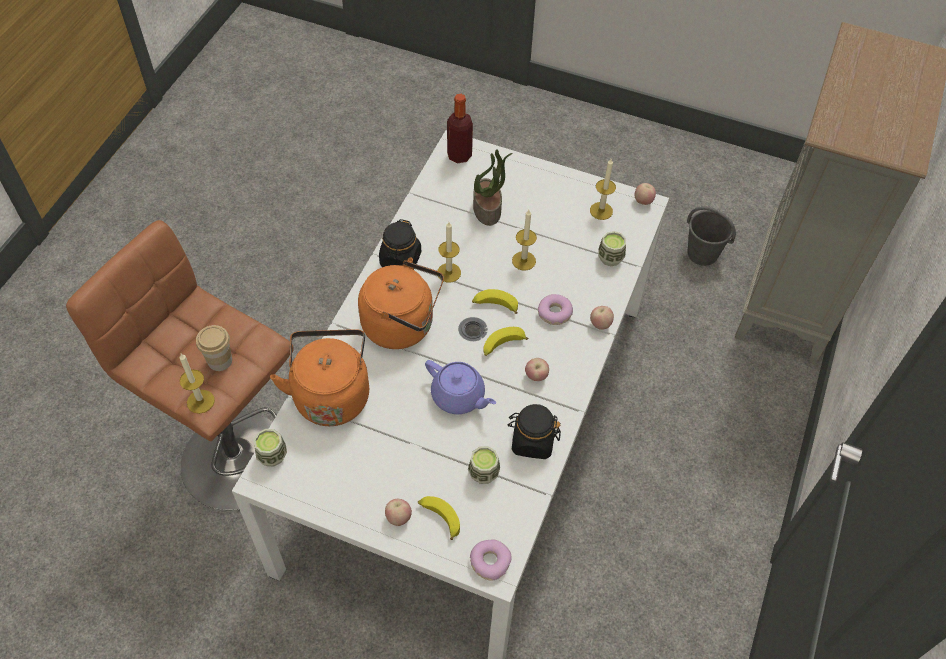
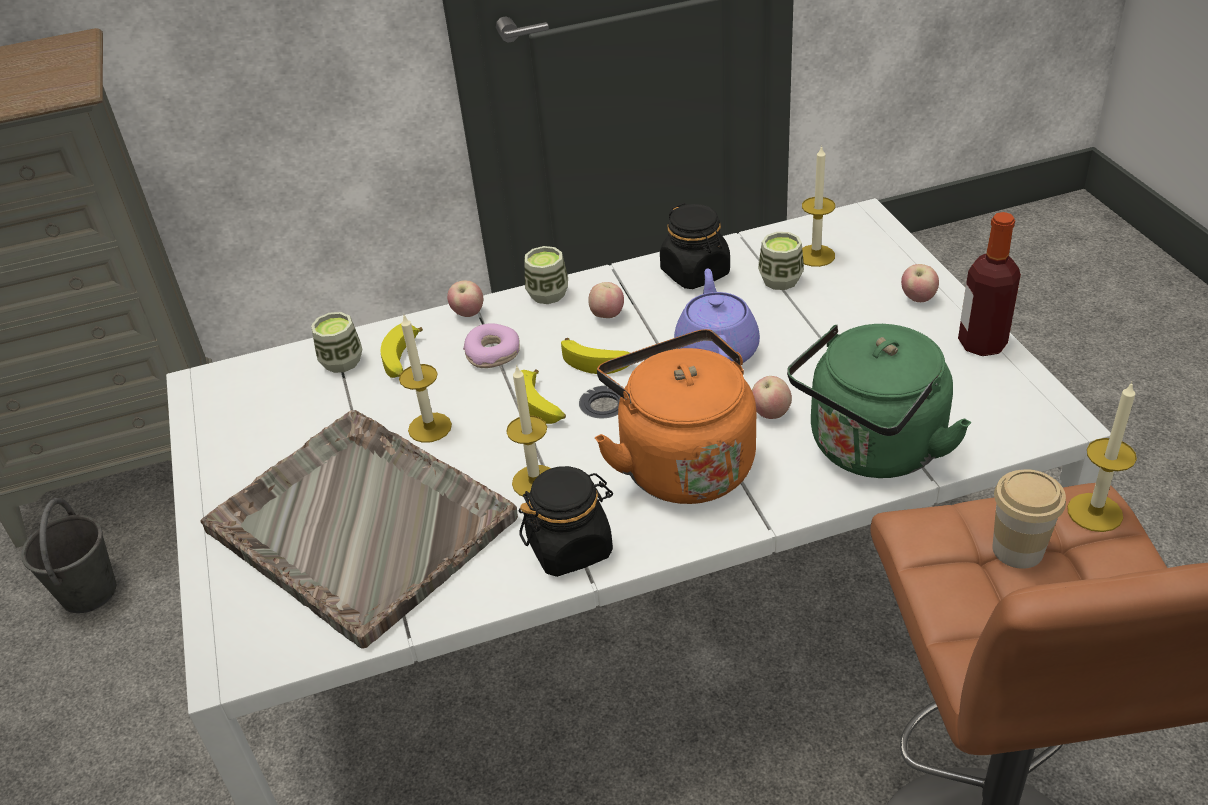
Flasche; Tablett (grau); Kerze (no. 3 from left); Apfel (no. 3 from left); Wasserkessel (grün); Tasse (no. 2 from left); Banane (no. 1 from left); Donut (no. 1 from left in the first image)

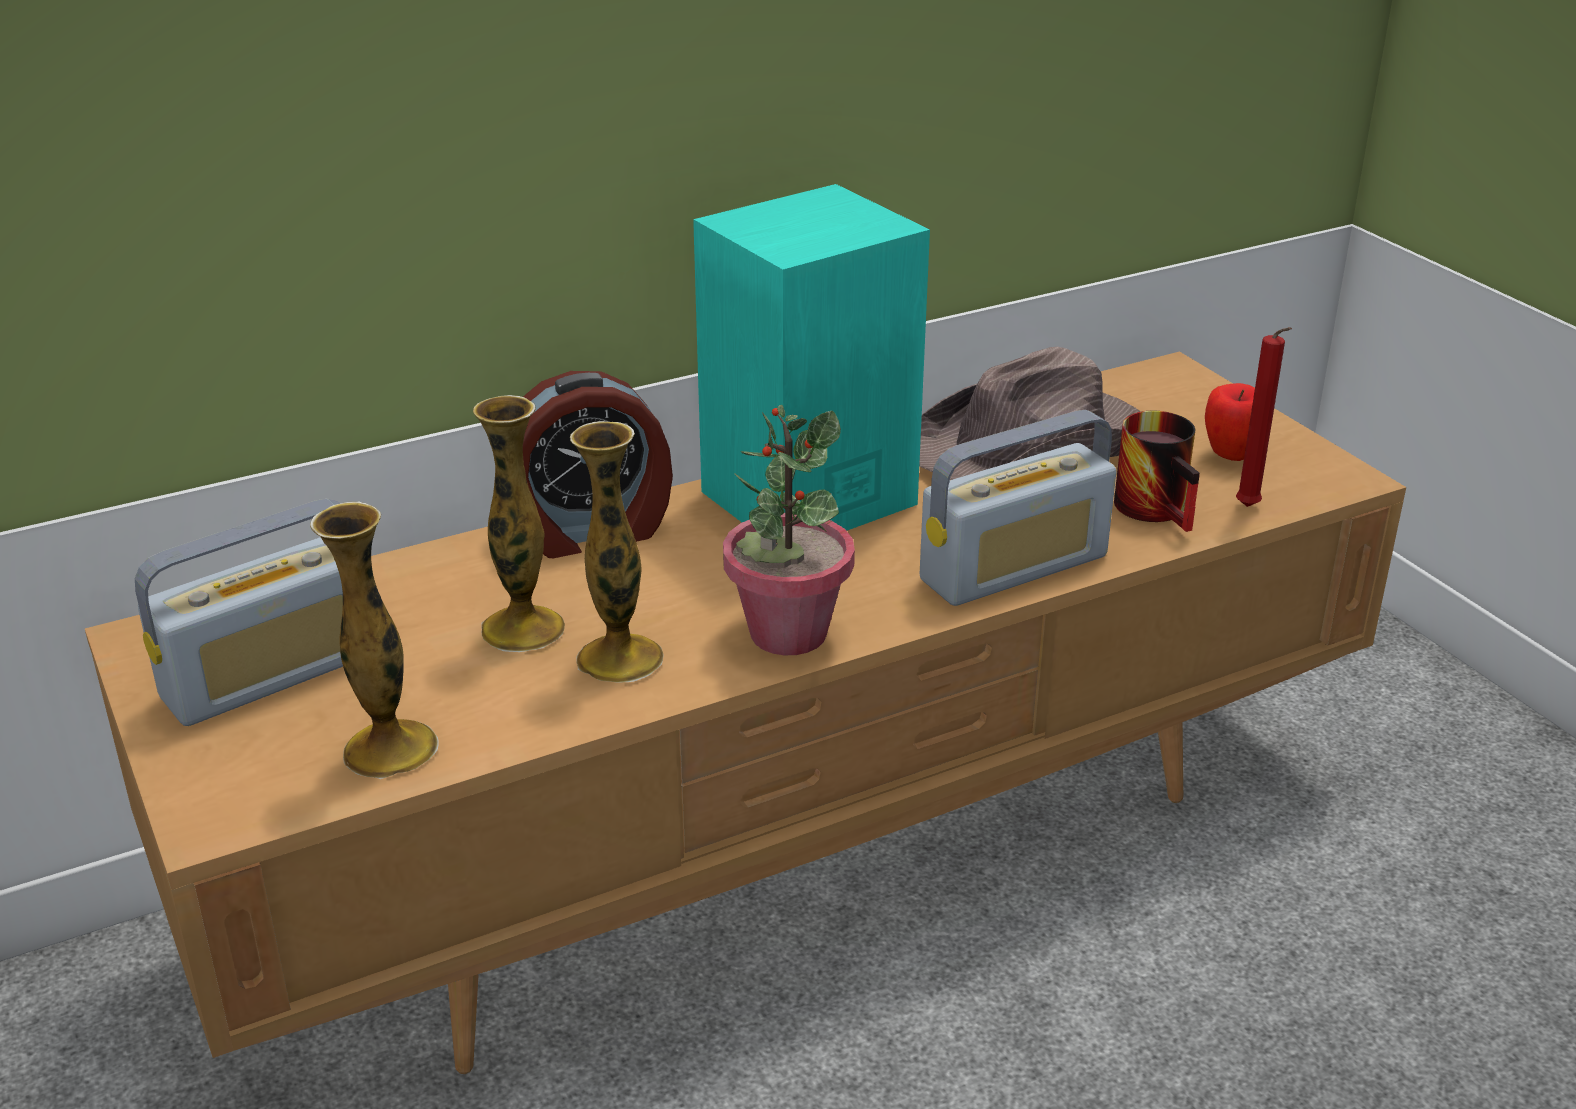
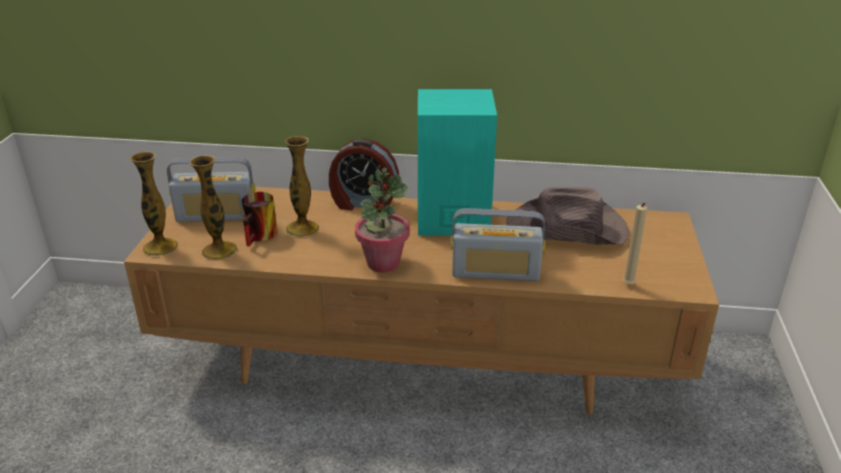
Kerze (beige); Apfel; Henkelbecher; Vase (no. 1 from left)

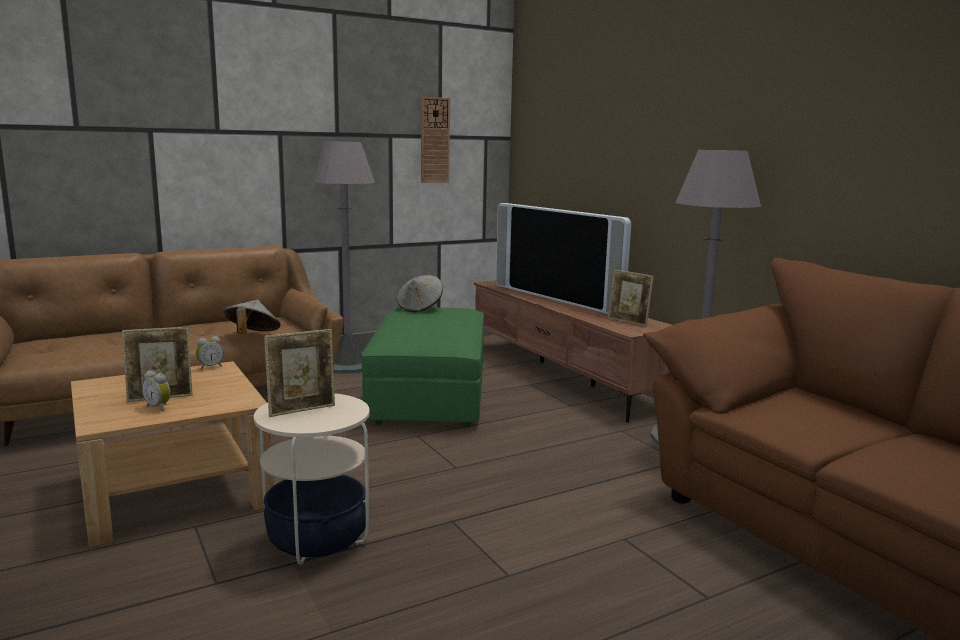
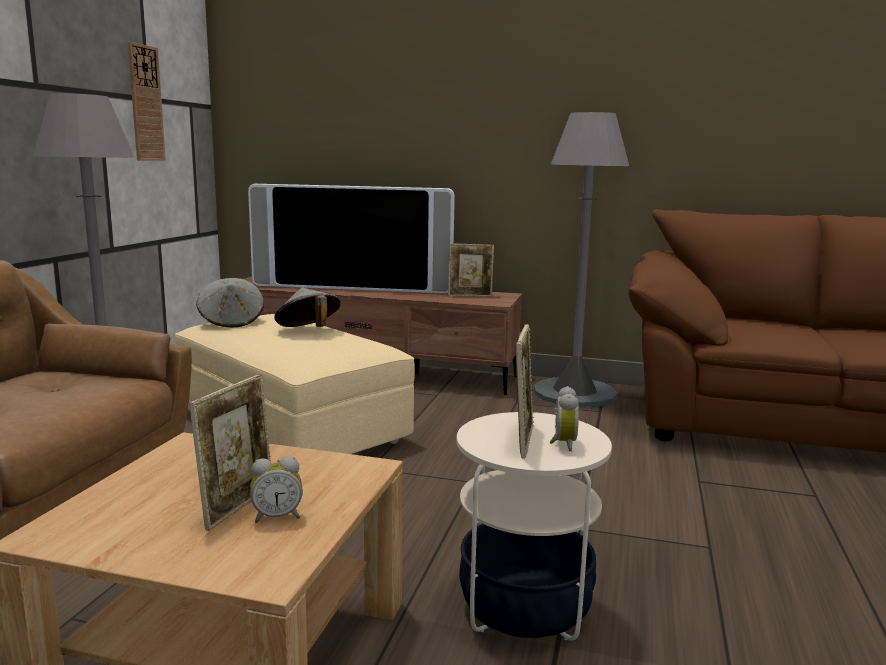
Hut (grau) (no. 2 from left); Polsterhocker (beige); Wecker (no. 2 from left)

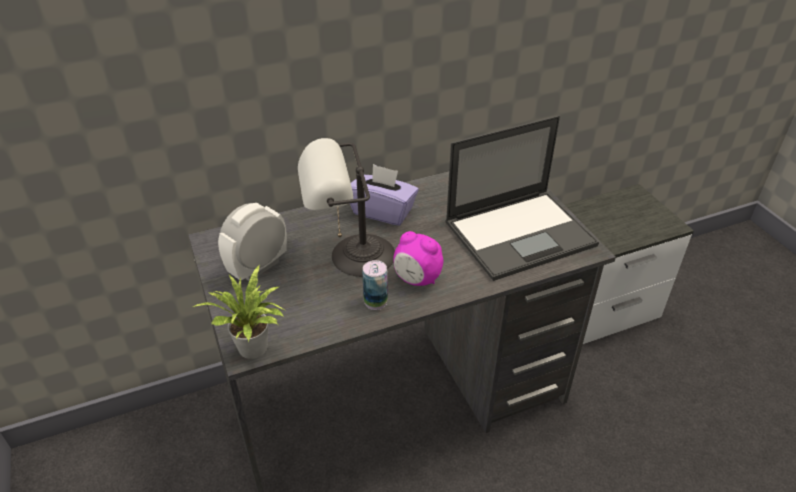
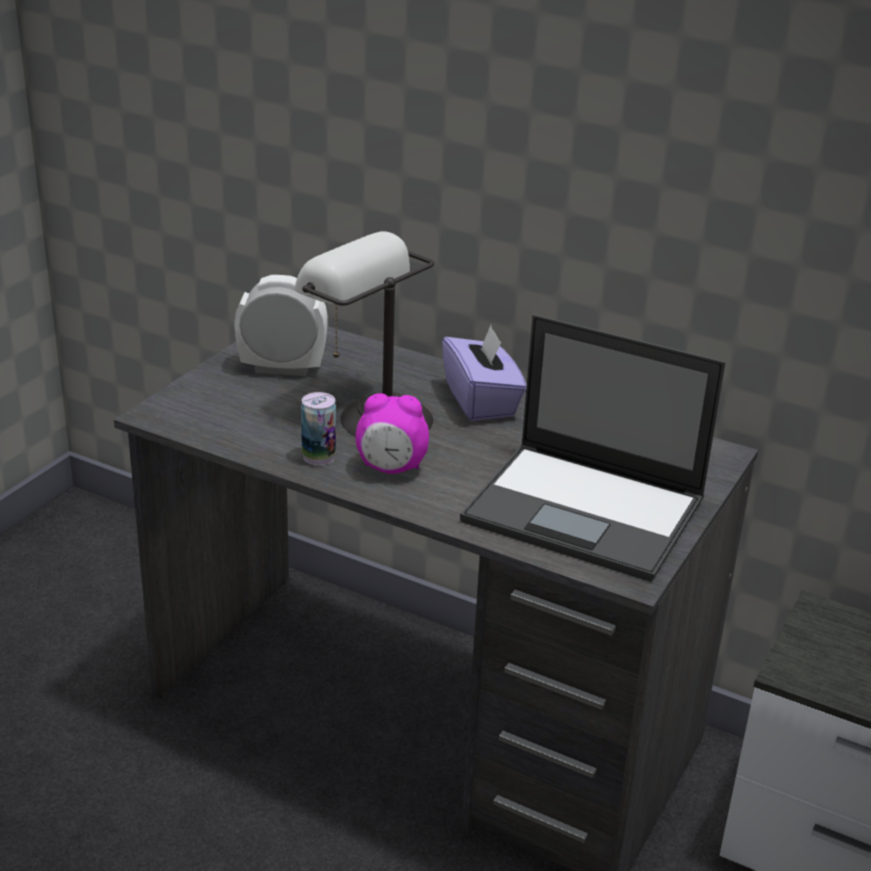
Wecker (no. 2 from left); Topfpflanze

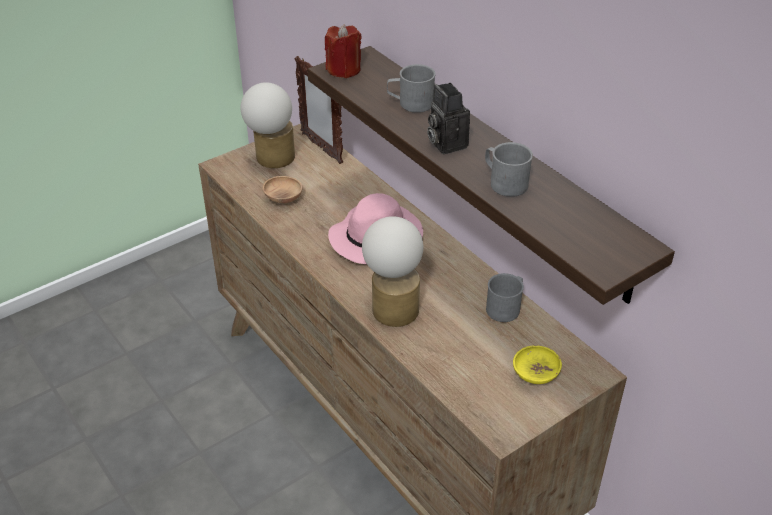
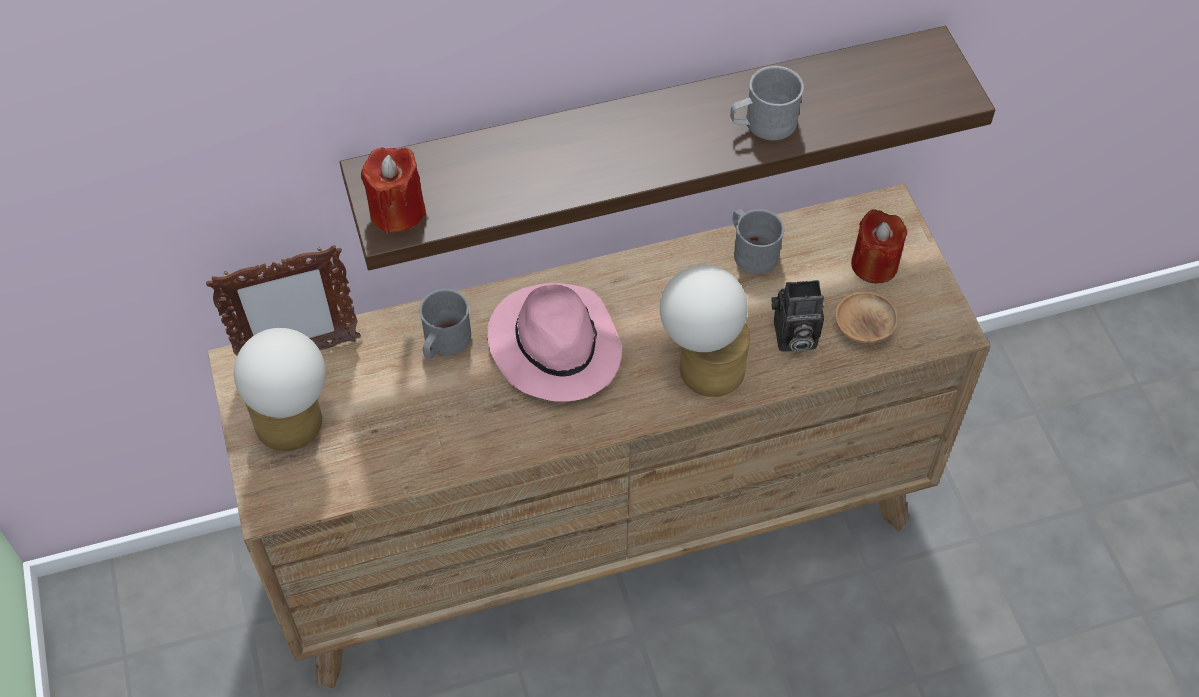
Henkelbecher (grau) (no. 1 from left); Kamera; Schüssel (braun); Kerze (rot) (no. 2 from left)

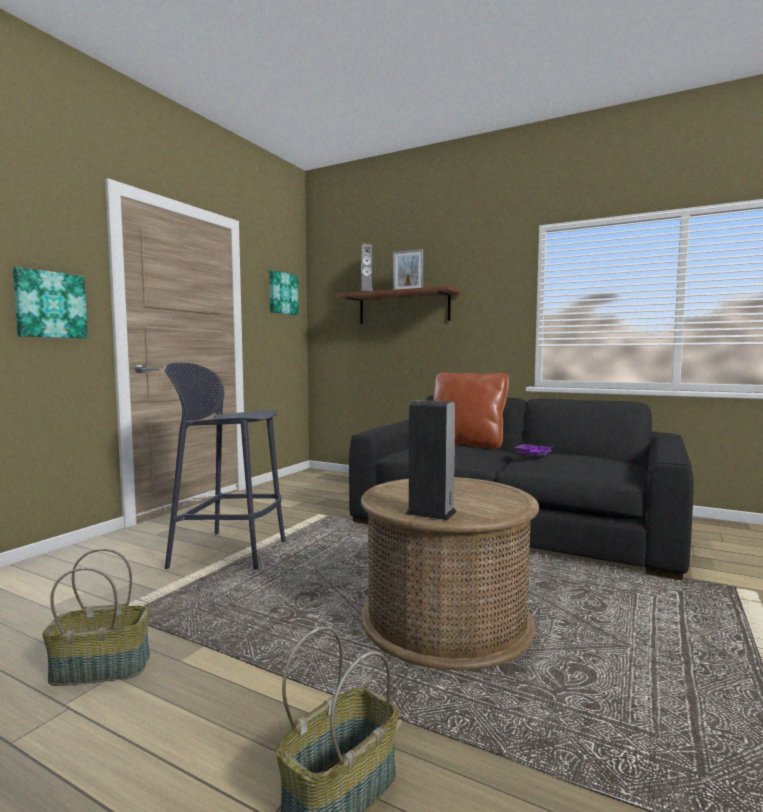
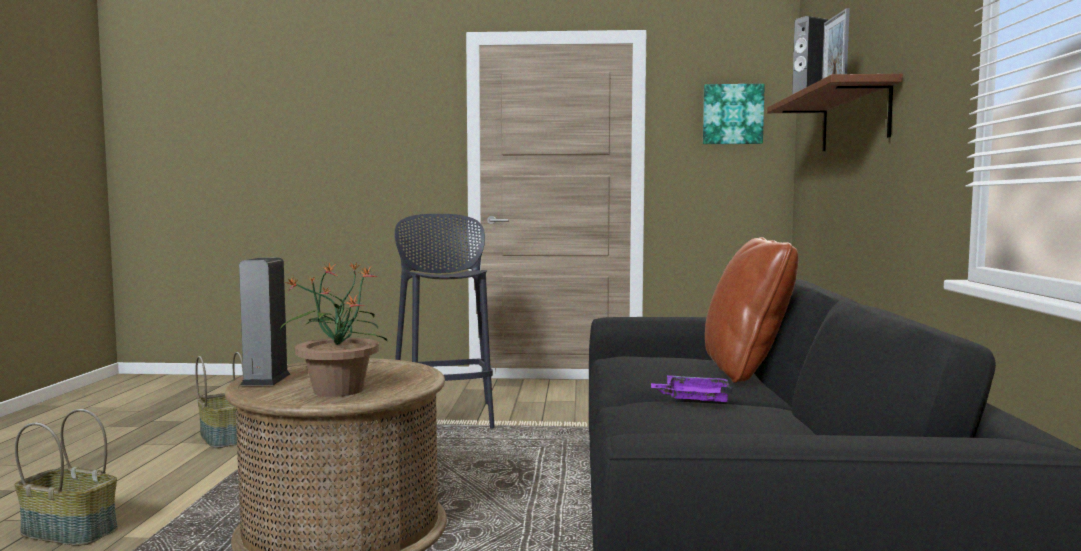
Bild (no. 1 from left in the first image); Topfpflanze

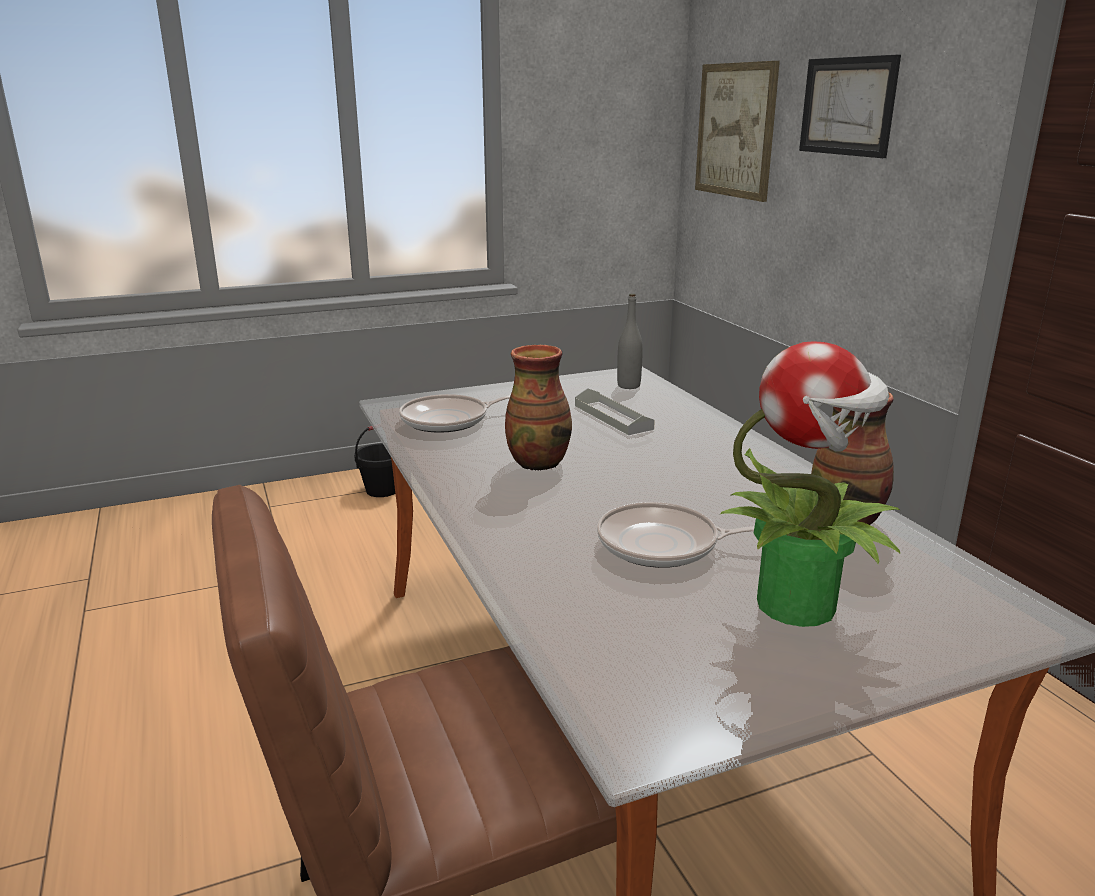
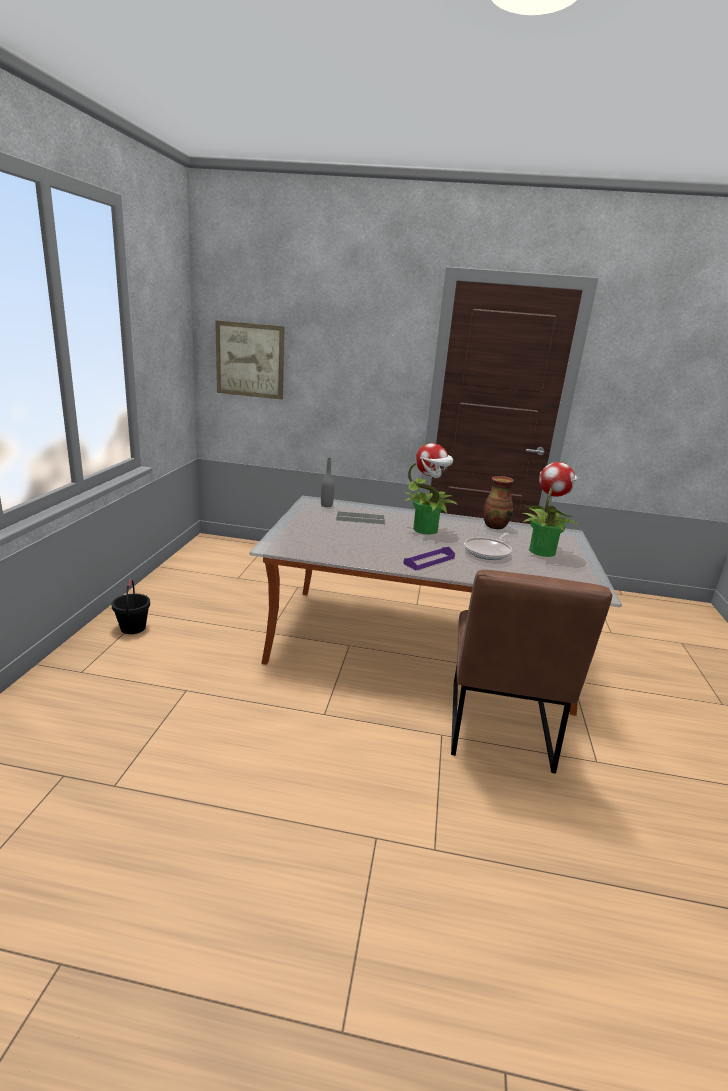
Bild (no. 2 from left in the first image); Vase (no. 1 from left in the first image); Pfanne (no. 1 from left in the first image); Topfpflanze (no. 1 from left); Tablett (lila)

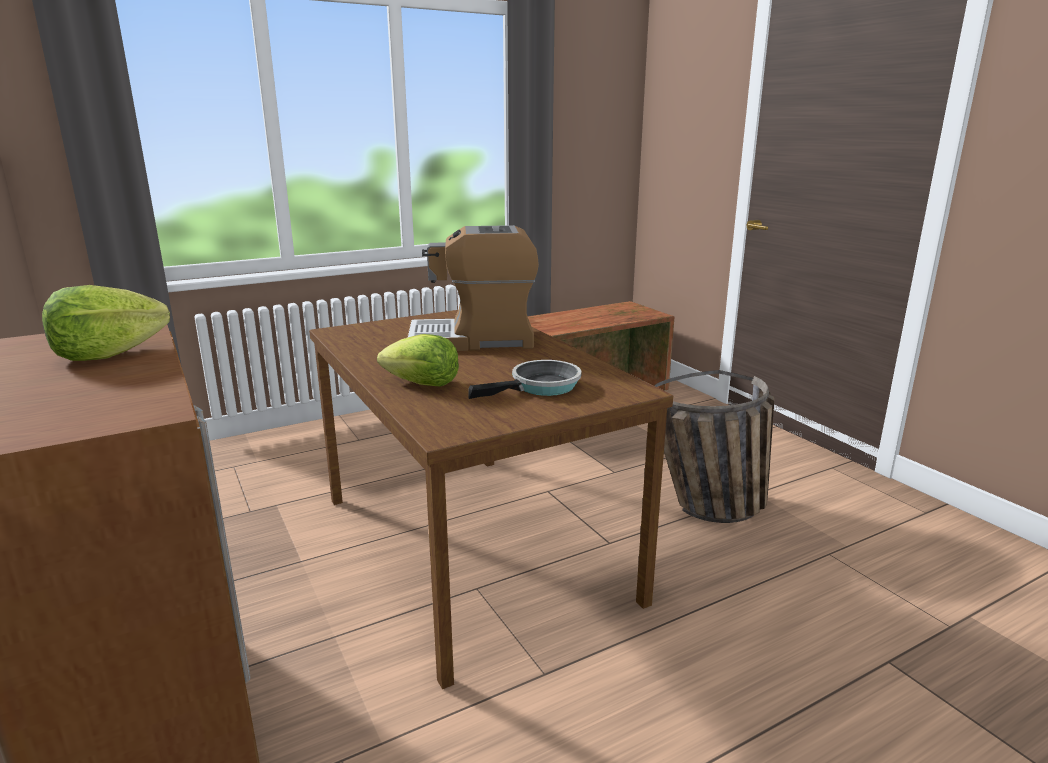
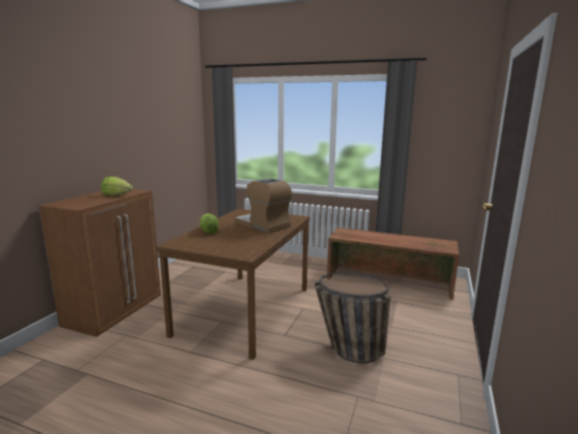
Pfanne

